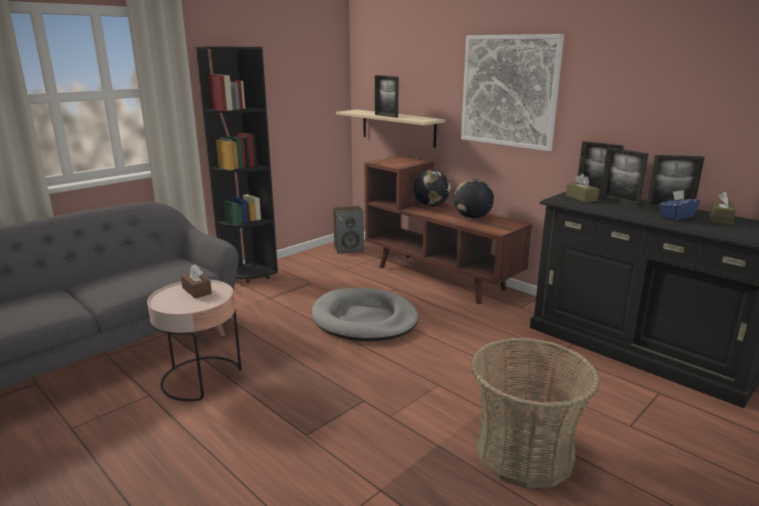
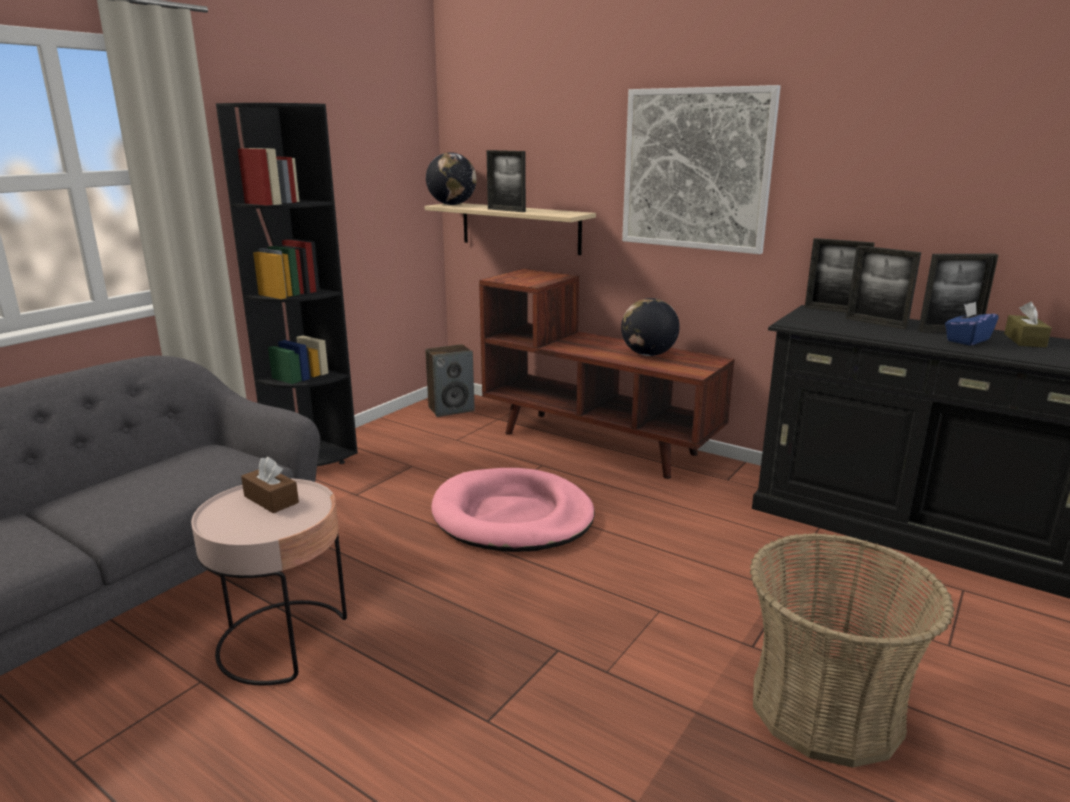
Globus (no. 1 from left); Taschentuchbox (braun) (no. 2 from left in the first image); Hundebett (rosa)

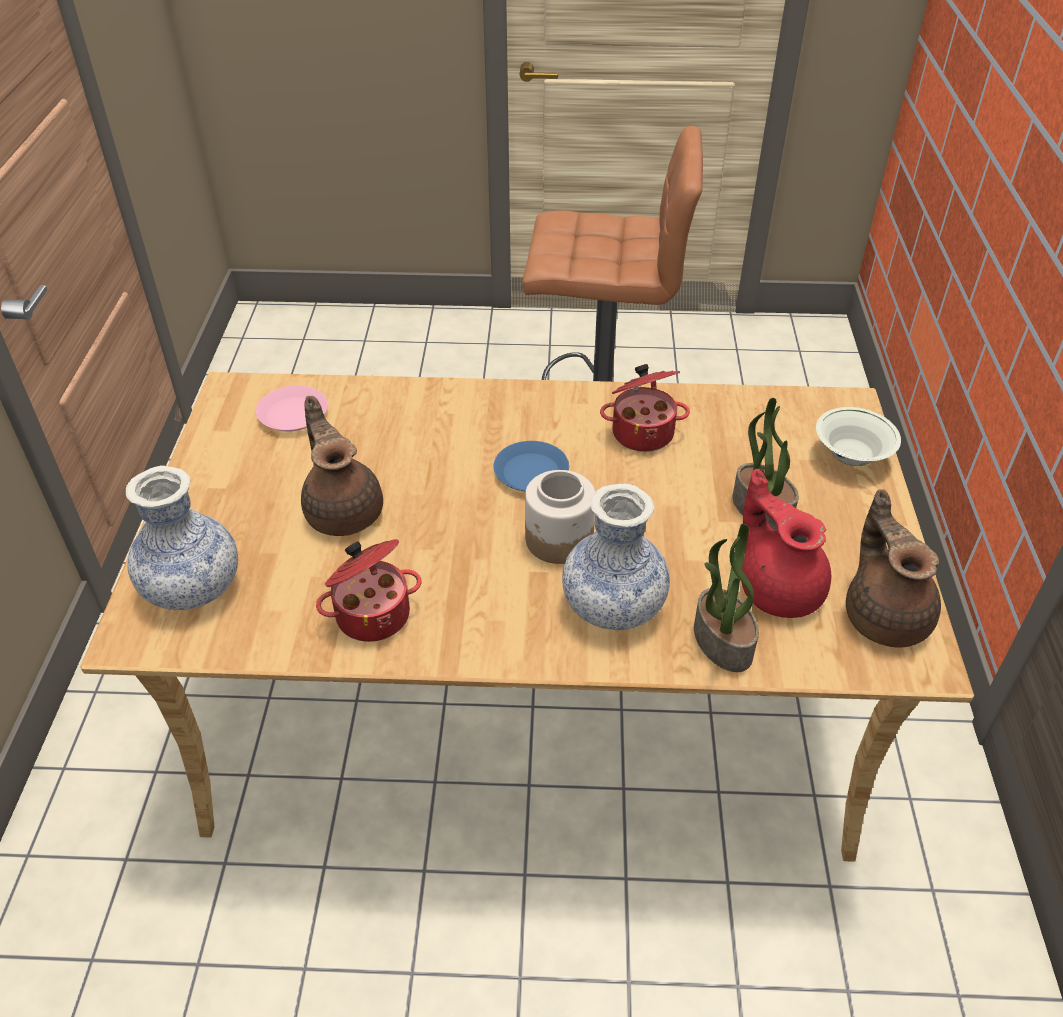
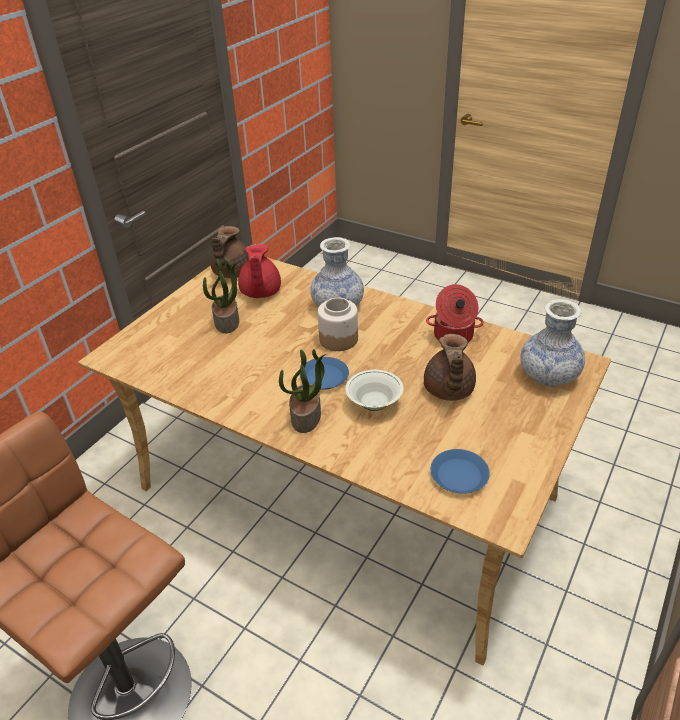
Kochtopf (no. 2 from left in the first image); Teller (blau) (no. 2 from left); Schüssel (weiß); Topfpflanze (no. 2 from left)

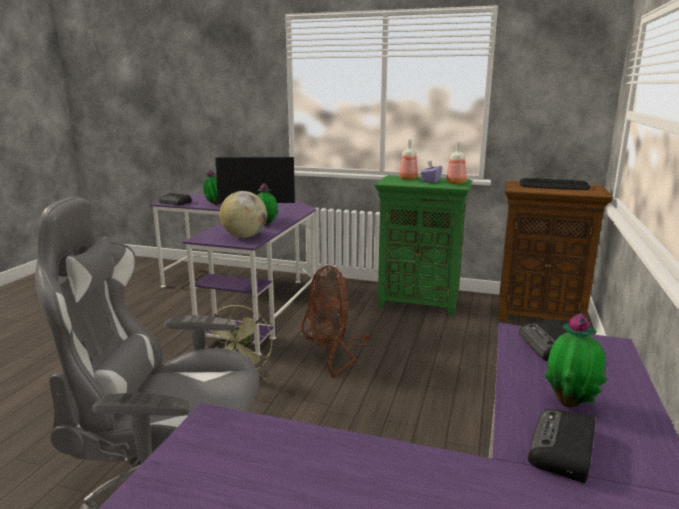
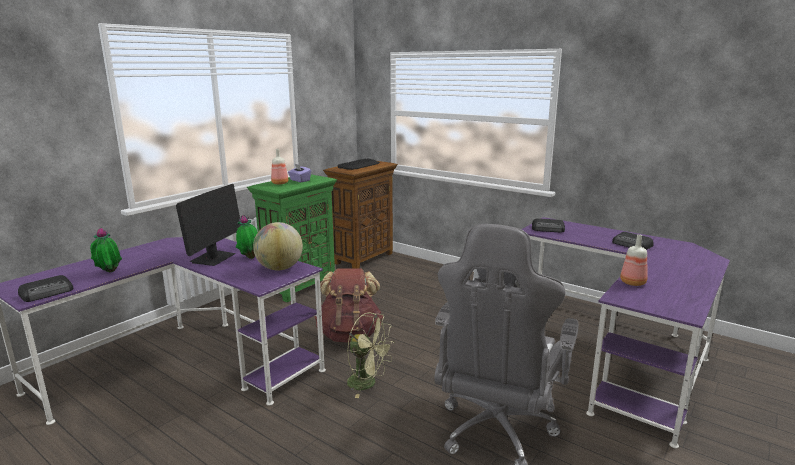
Flasche (no. 2 from left); Rucksack (braun); Topfpflanze (no. 3 from left in the first image)

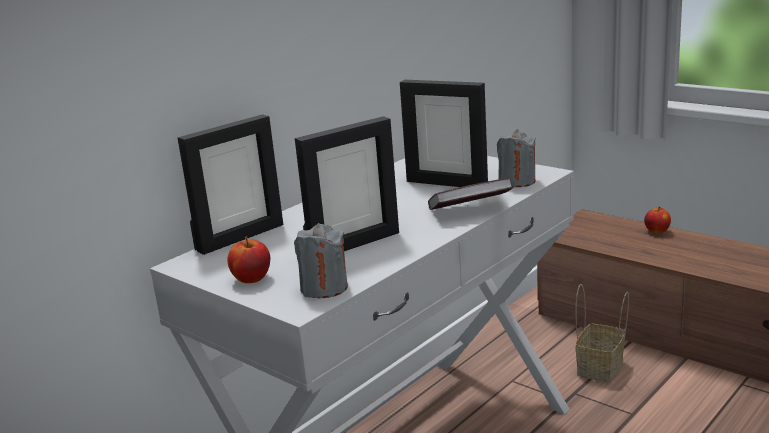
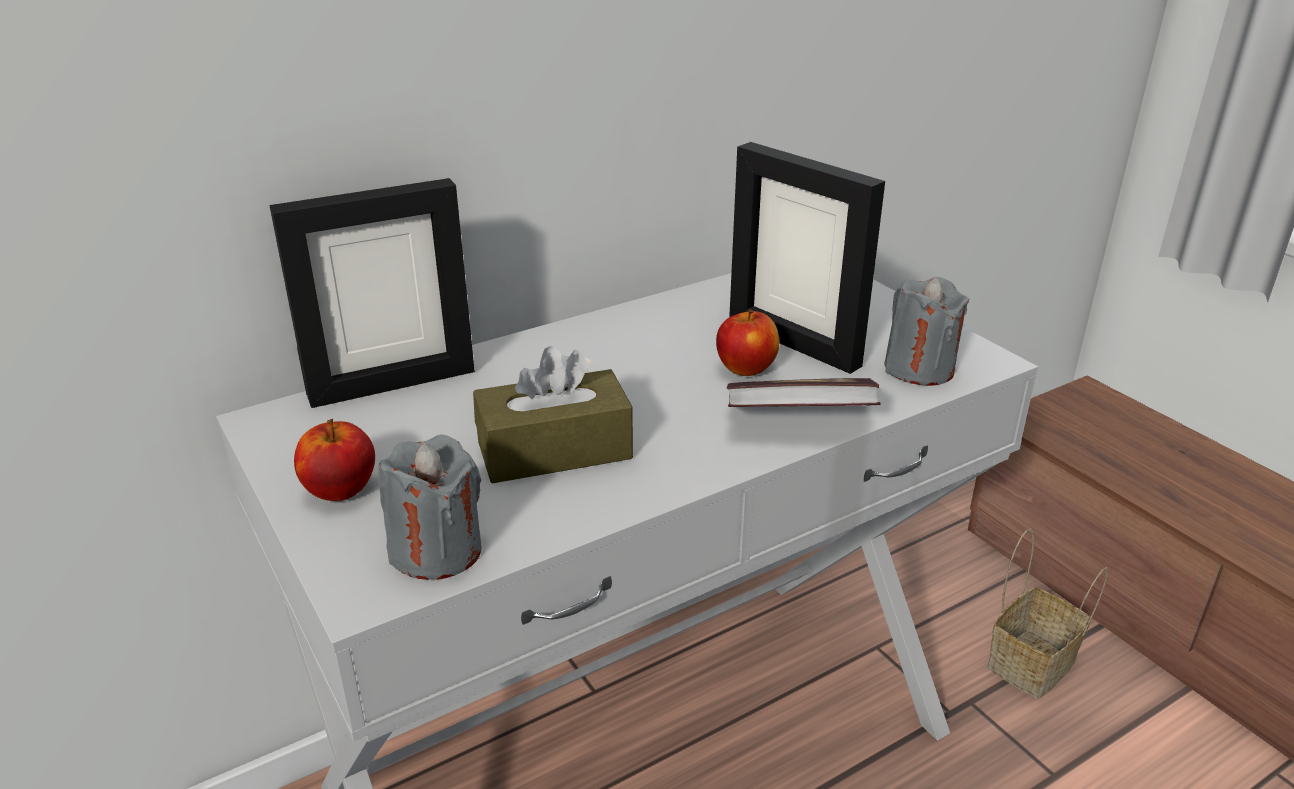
Taschentuchbox (braun); Apfel (no. 2 from left)

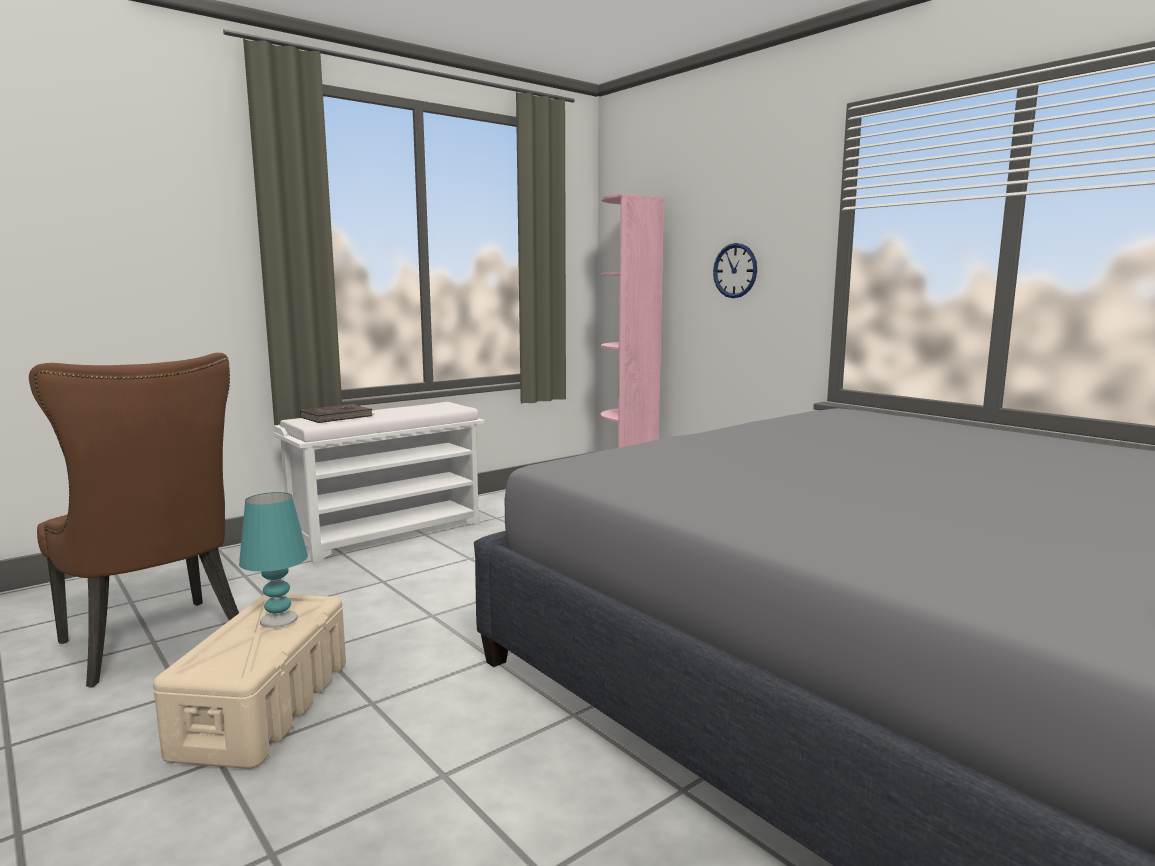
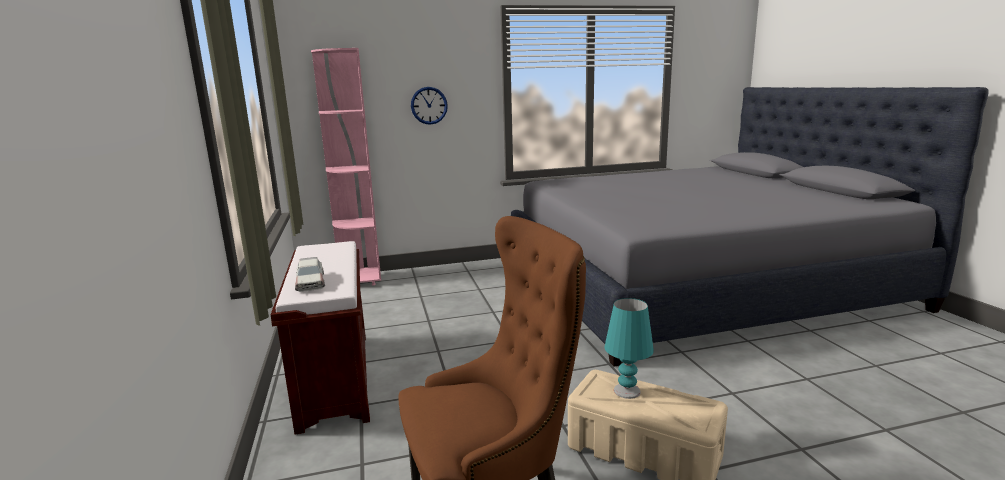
Bank (braun); Spielzeugauto

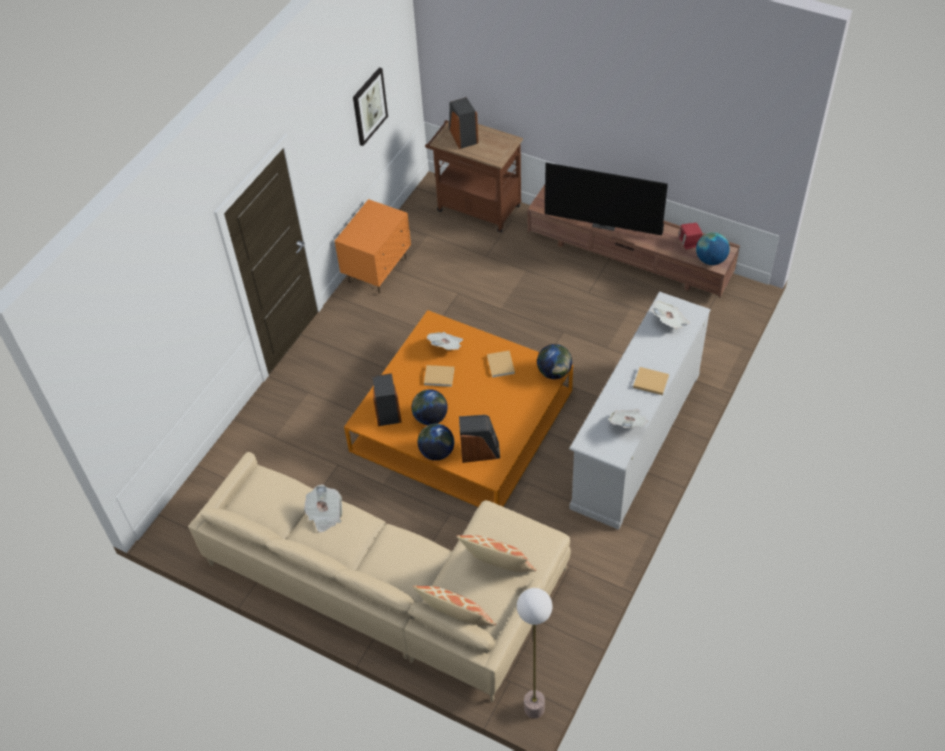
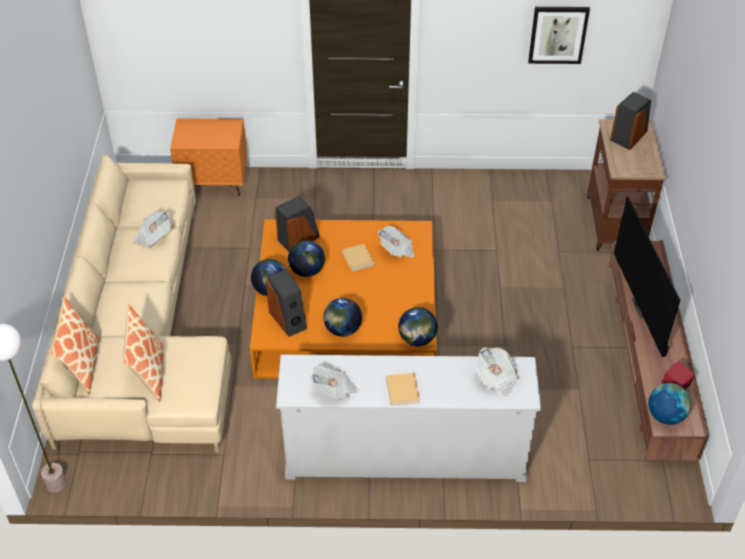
Nachttisch (orange); Buch (beige) (no. 2 from left in the first image); Globus (no. 3 from left)

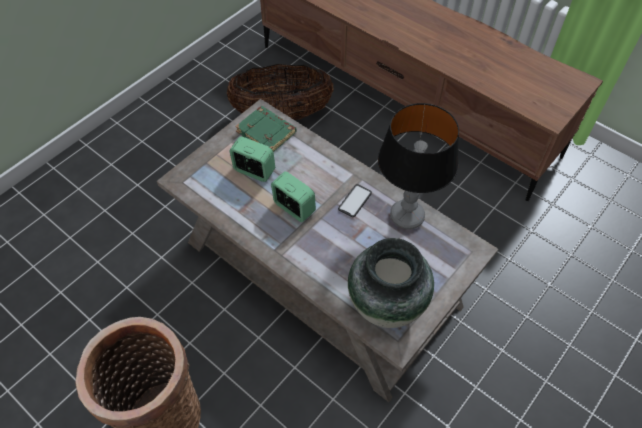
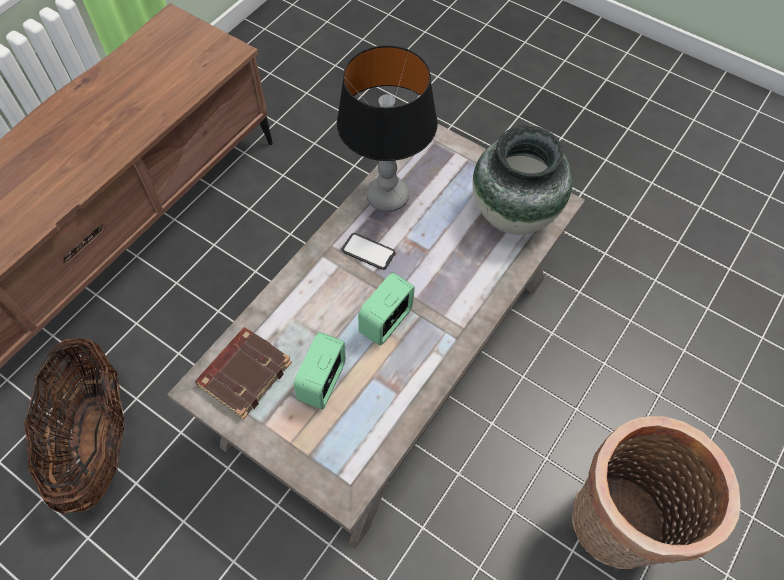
Buch (braun)

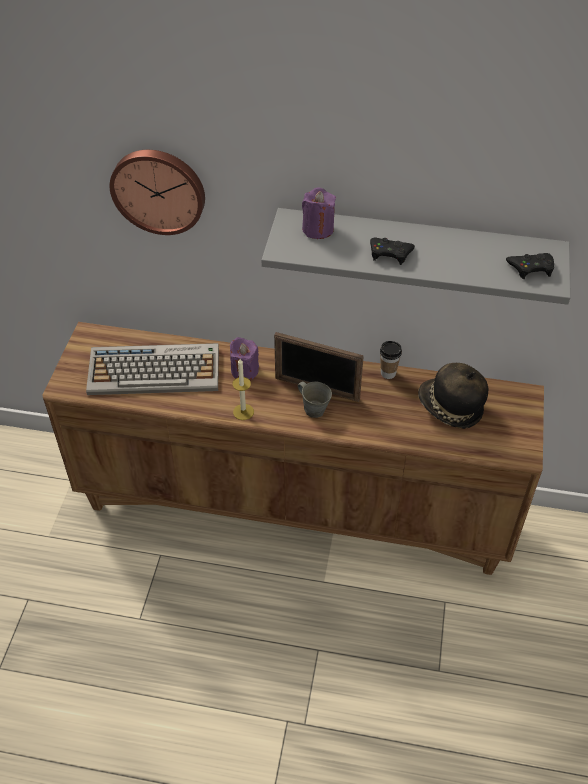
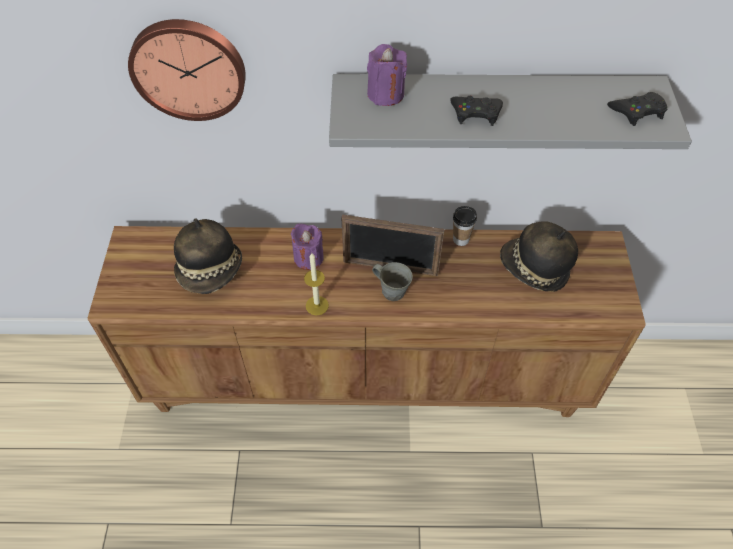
Hut (no. 1 from left)

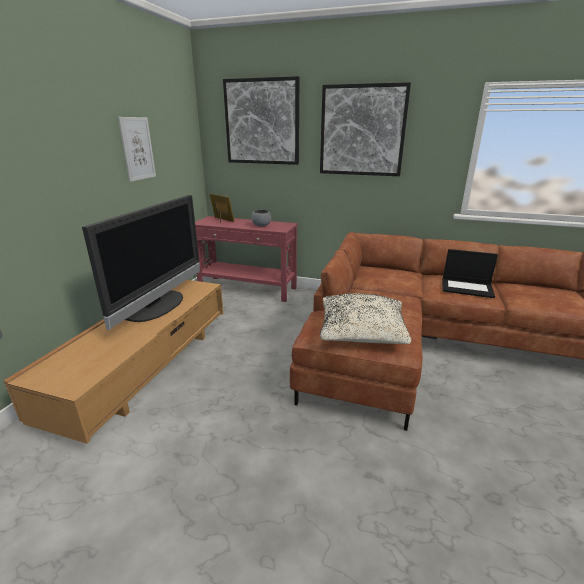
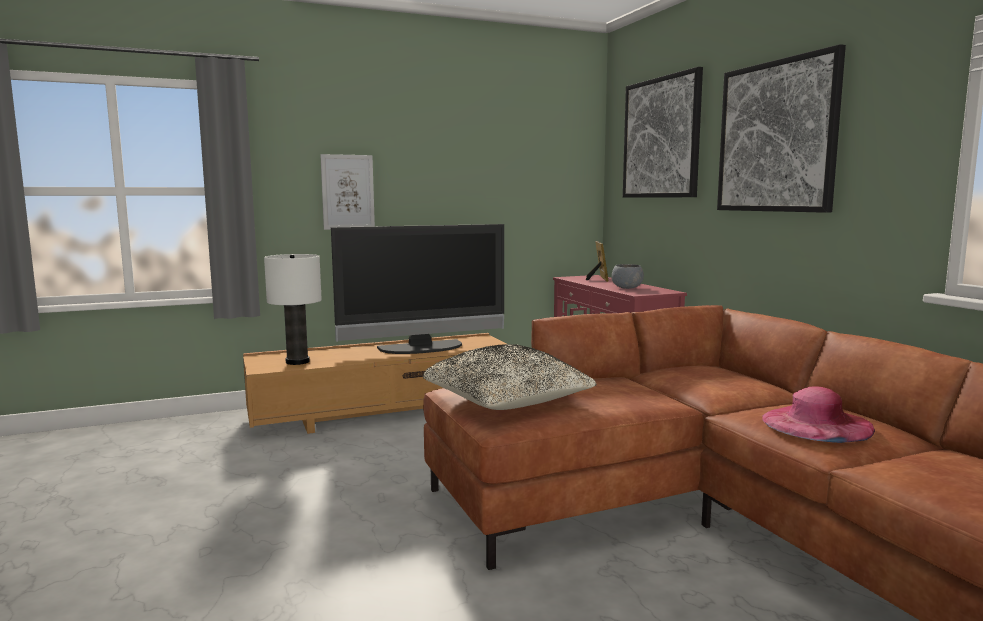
Bild (no. 1 from left); Hut (rosa); Tischlampe (weiß)

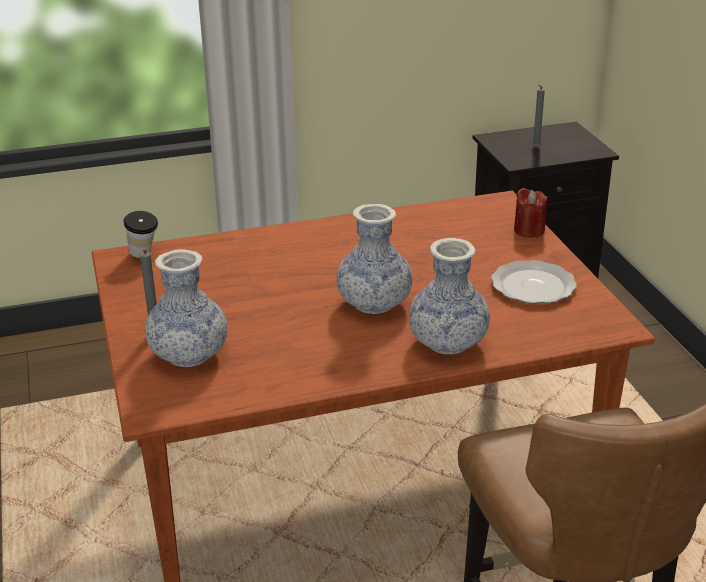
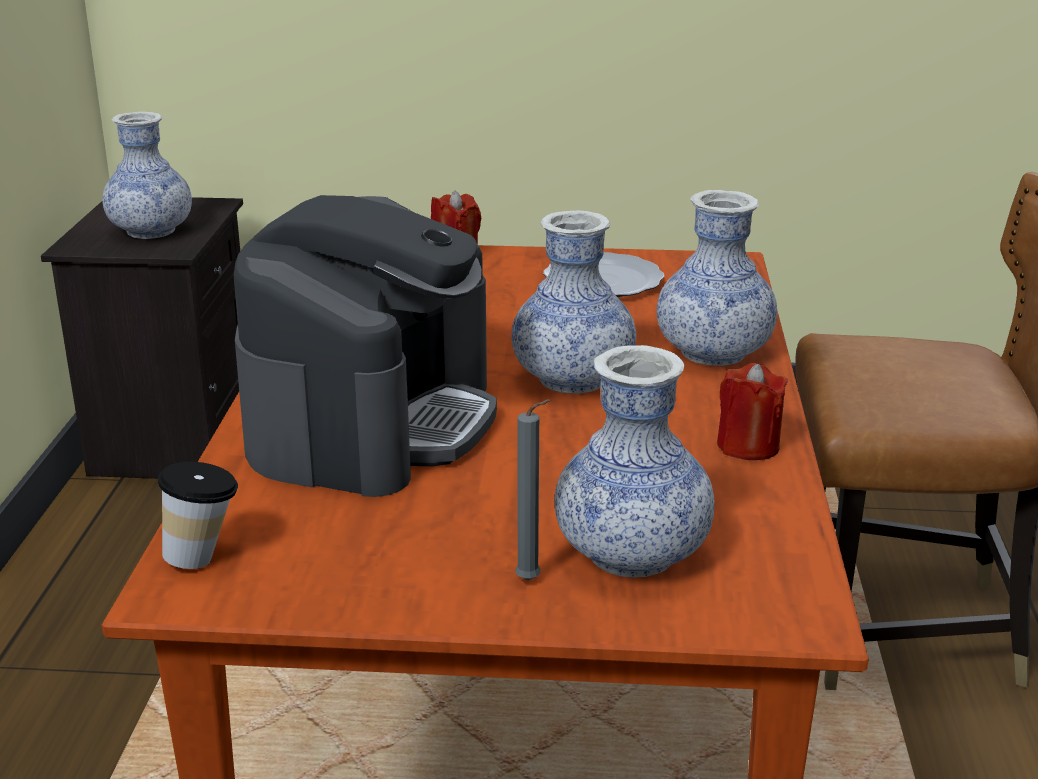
Vase (no. 1 from left); Kaffeemaschine; Kerze (rot) (no. 2 from left)

